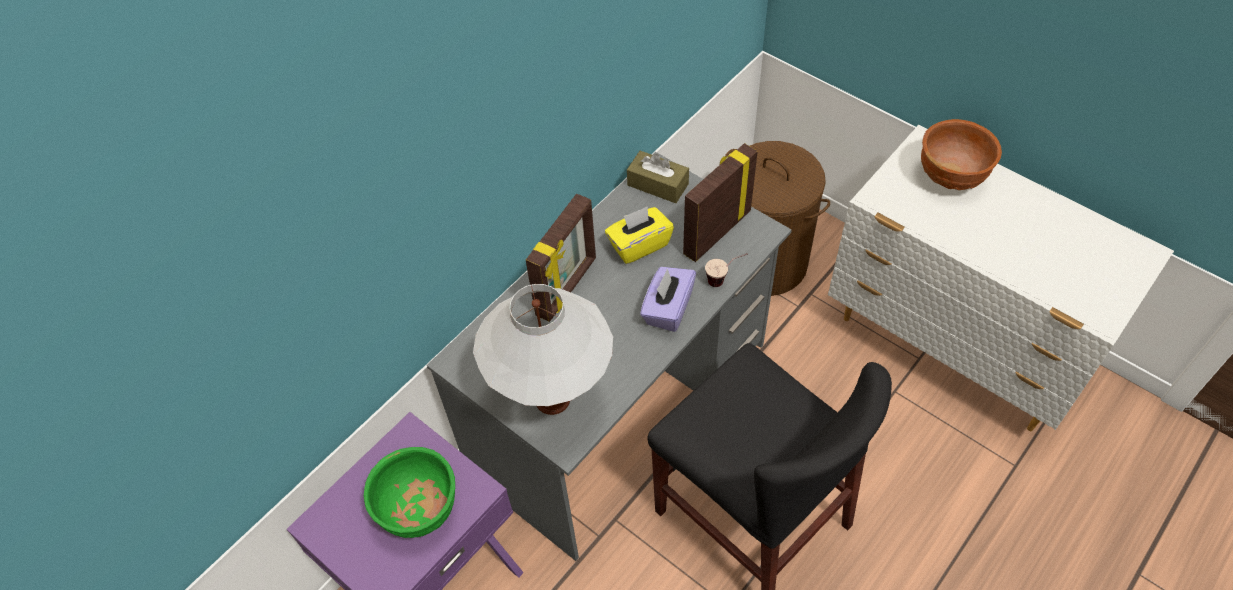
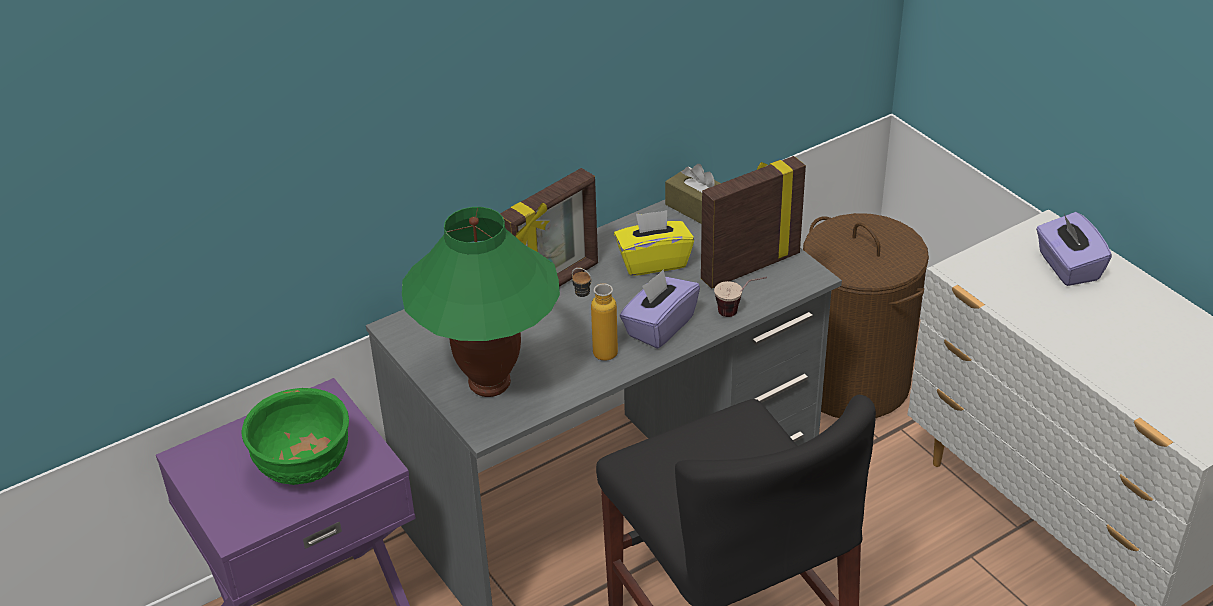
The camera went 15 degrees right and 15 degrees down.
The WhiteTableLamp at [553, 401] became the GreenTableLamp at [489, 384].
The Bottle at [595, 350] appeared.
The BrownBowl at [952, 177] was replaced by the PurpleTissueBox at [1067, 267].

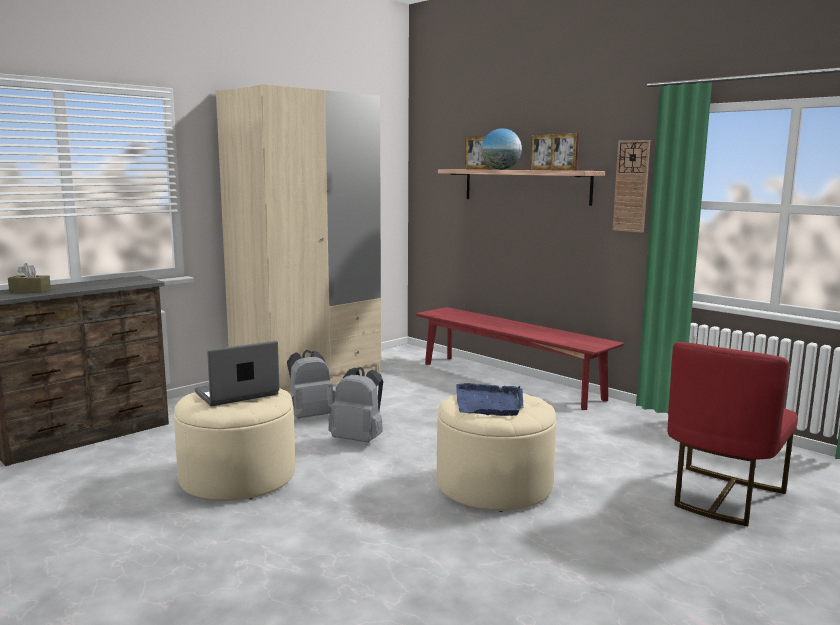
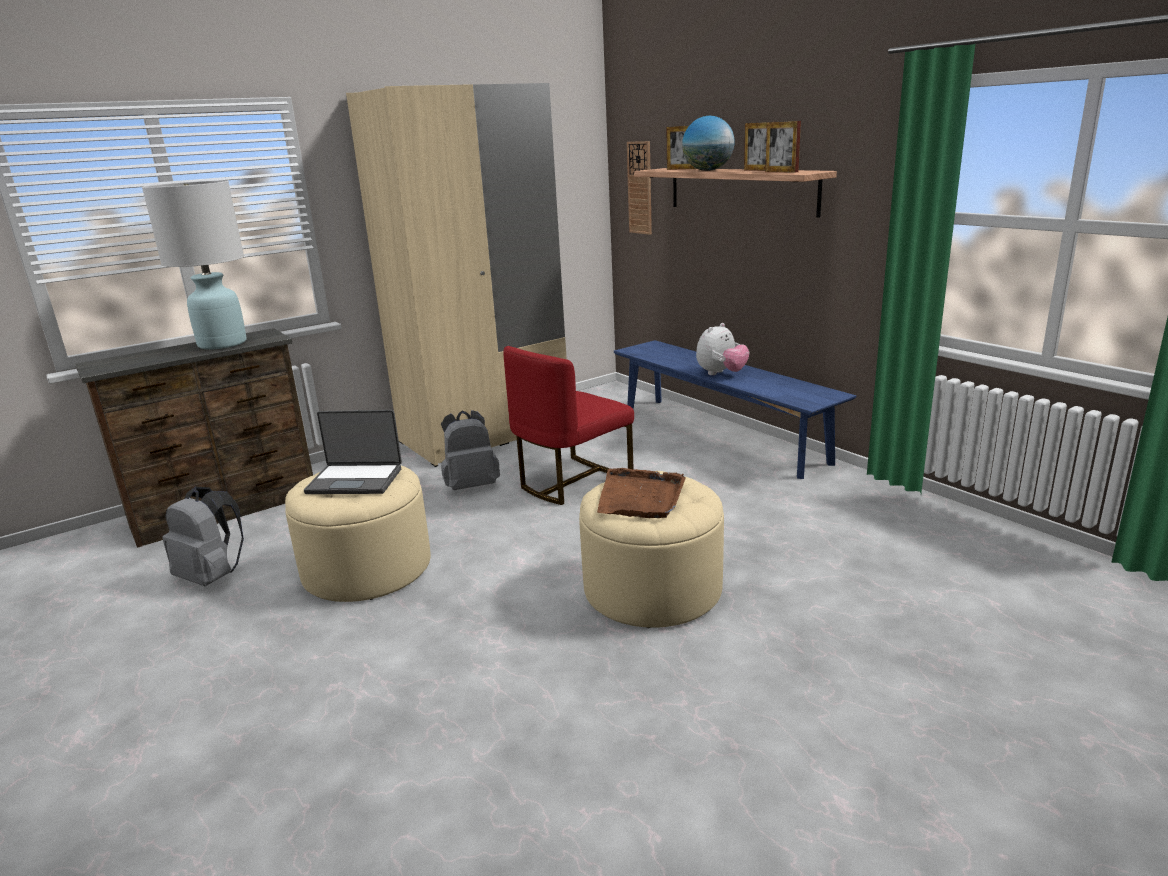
The camera went 10 degrees right and 10 degrees up.
The WhiteTableLamp at [222, 343] appeared.
The GreyBackpack moved from [359, 440] to [212, 577].
The Laptop at [237, 394] turned 150 degrees counterclockwise.
The RedChair moved from [722, 497] to [571, 481].
The BlueTray at [489, 403] became the BrownTray at [640, 497].
The RedBench at [509, 380] became the BlueBench at [720, 434].
The WallClock moved from [631, 186] to [640, 188].
The PlushToy at [721, 374] appeared.
The BrownTissueBox at [30, 290] disappeared.

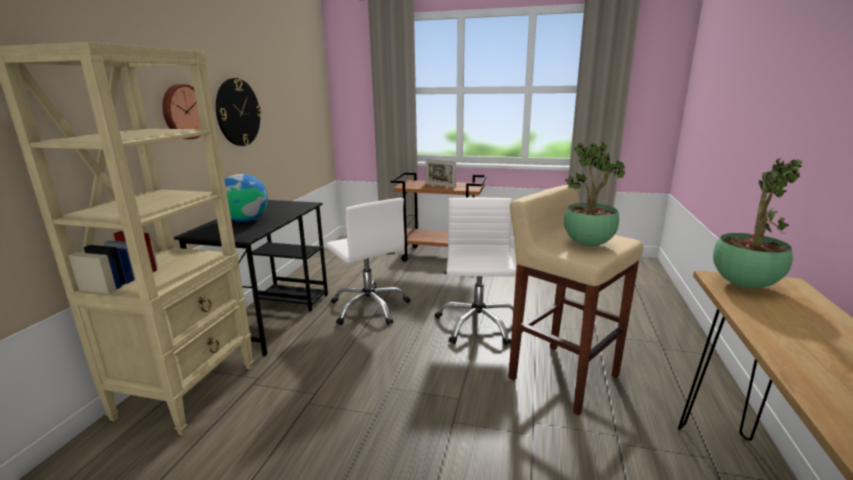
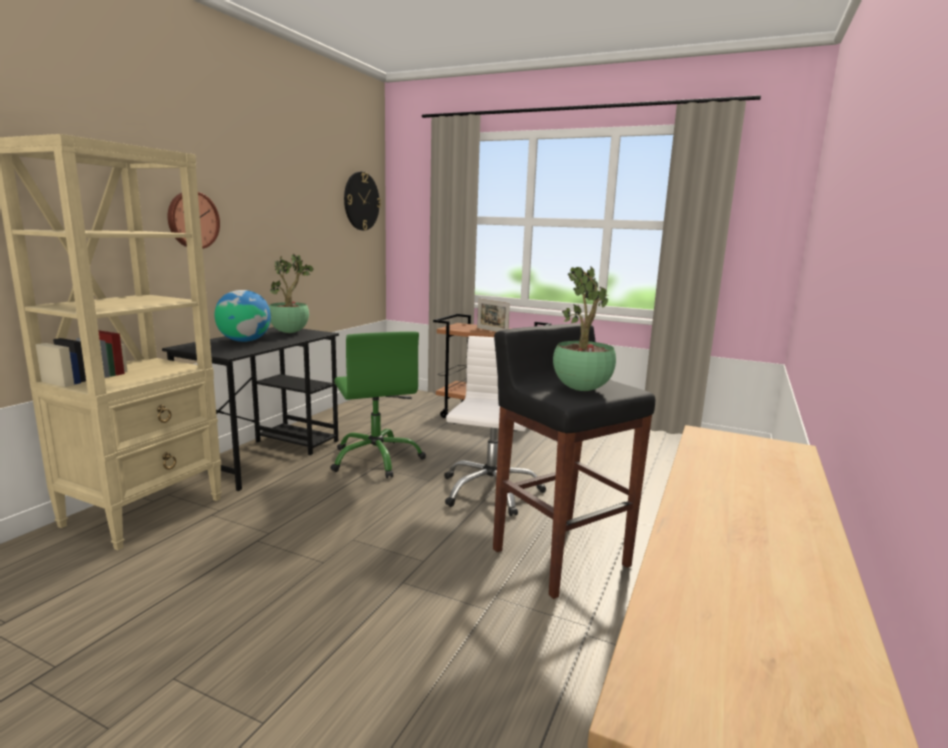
The camera went 10 degrees right and 5 degrees down.
The PottedPlant moved from [743, 284] to [290, 332].
The WhiteOfficeChair at [370, 307] became the GreenOfficeChair at [376, 459].
The WallClock moved from [238, 112] to [361, 201].
The BeigeStool at [562, 376] became the BlackStool at [559, 557].

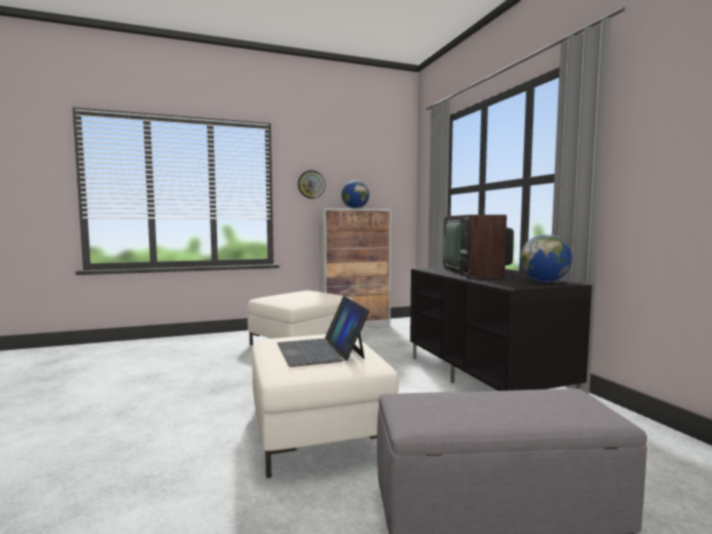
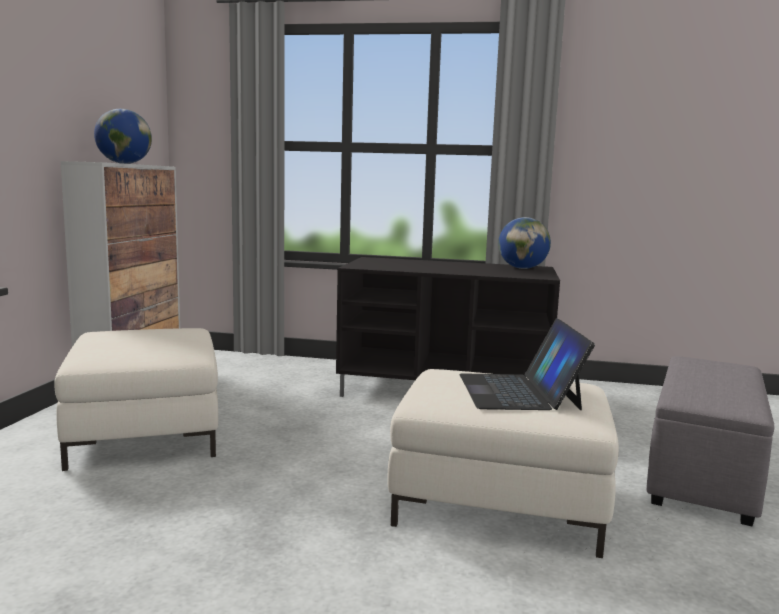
The camera went 60 degrees left and 5 degrees up.
The Laptop at [320, 350] turned 75 degrees clockwise.
The WallClock at [311, 184] disappeared.
The Television at [476, 272] disappeared.

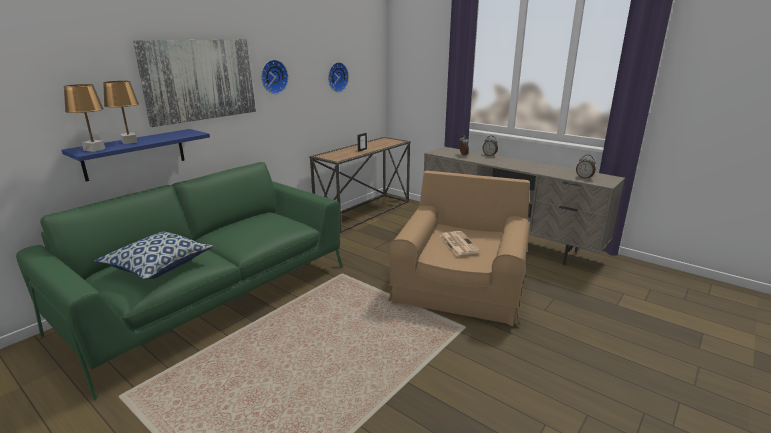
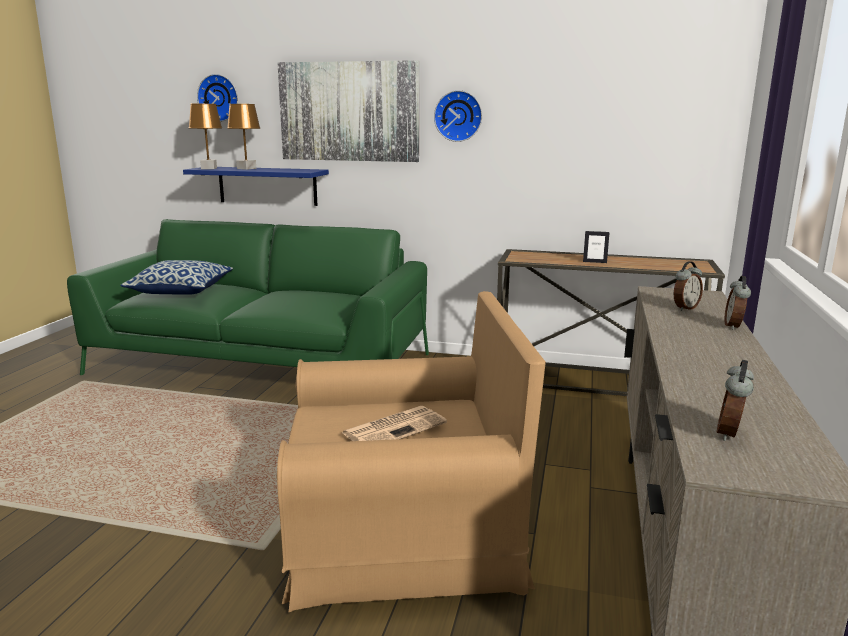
The camera went 65 degrees right and 5 degrees down.
The WallClock moved from [336, 77] to [219, 98].

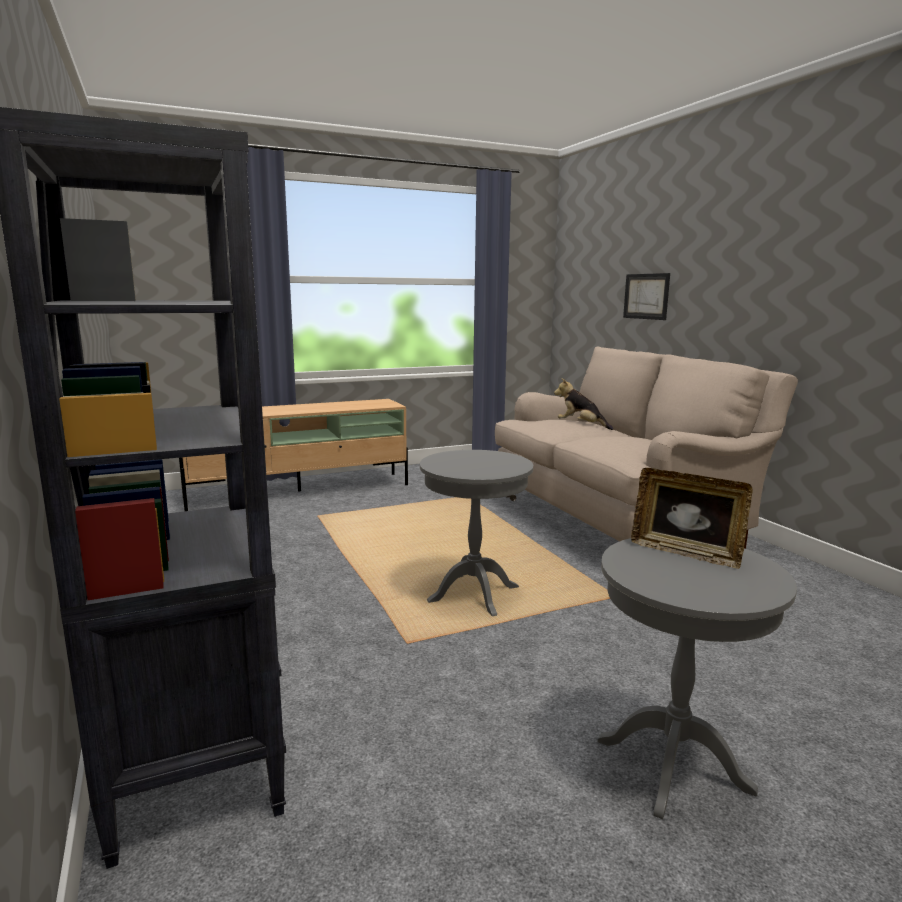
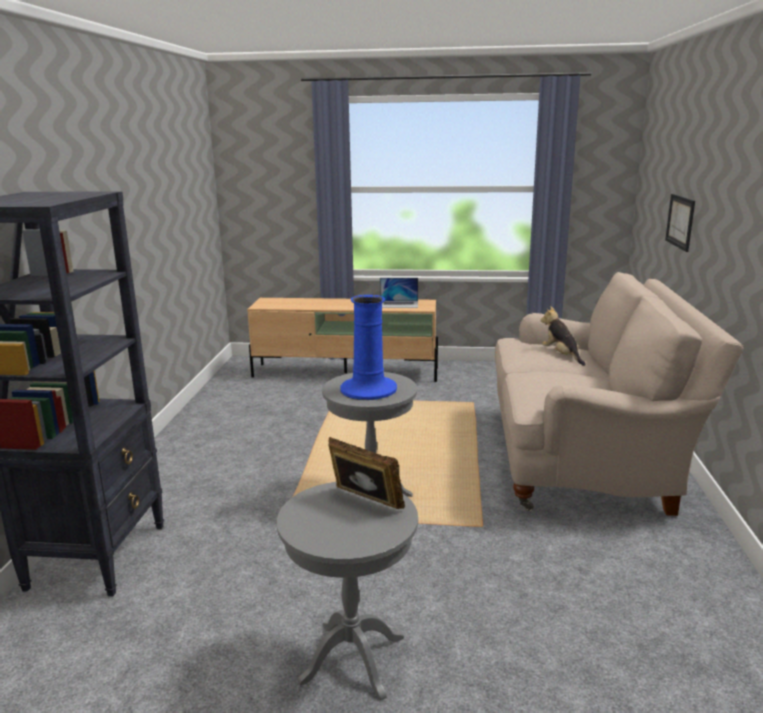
The camera went 30 degrees right and 5 degrees up.
The PictureFrame at [685, 553] turned 150 degrees clockwise.
The BlueVase at [368, 389] appeared.
The Laptop at [398, 304] appeared.

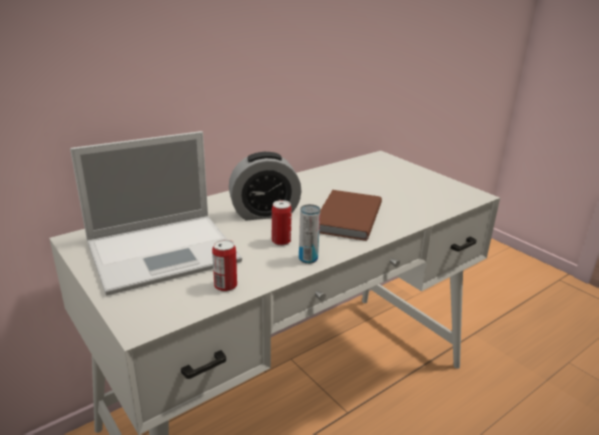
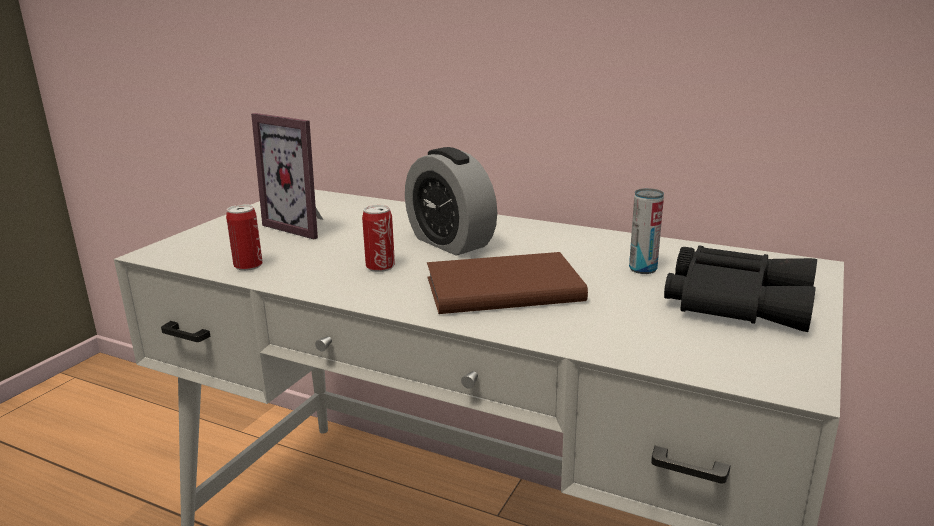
The camera went 65 degrees right and 5 degrees down.
The Laptop at [165, 251] was replaced by the PictureFrame at [304, 226].
The Can moved from [308, 259] to [643, 269].
The BlackBinoculars at [736, 300] appeared.

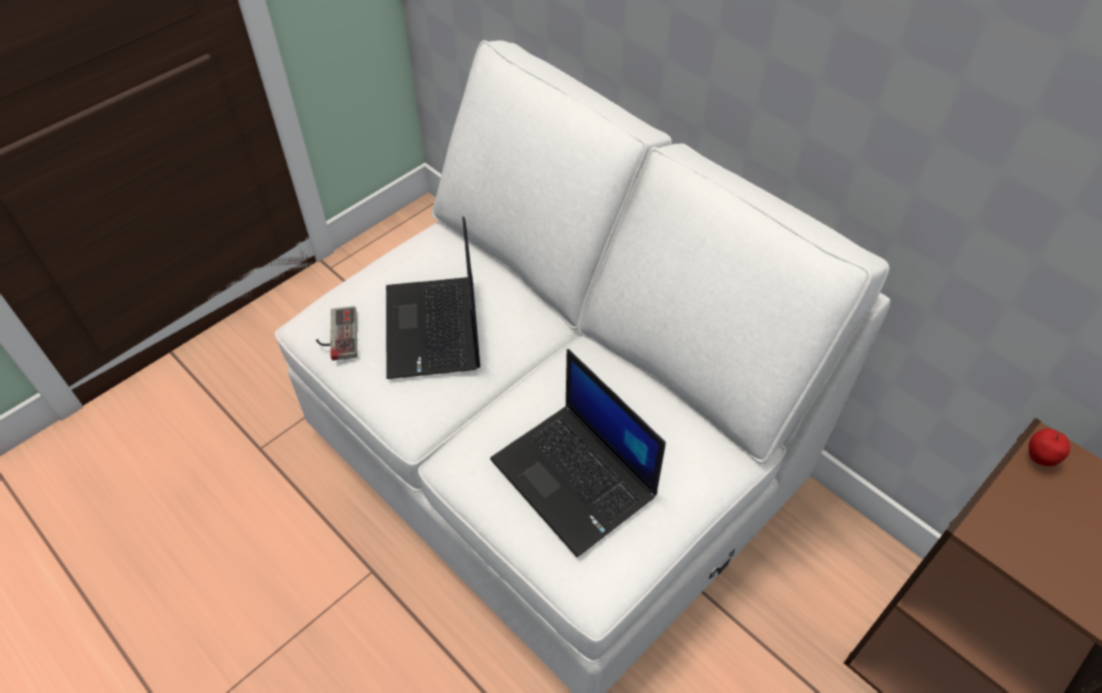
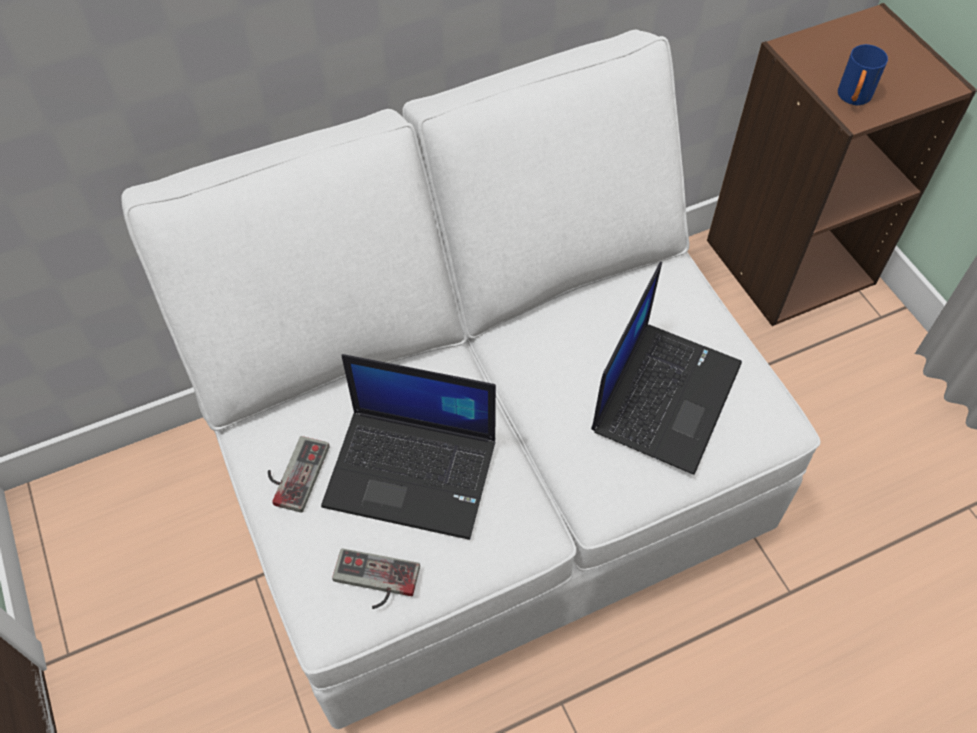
The camera went 70 degrees left and 5 degrees up.
The GameController at [293, 473] appeared.
The Laptop at [576, 478] turned 45 degrees counterclockwise.
The BlueMug at [853, 99] appeared.
The Apple at [1038, 459] disappeared.

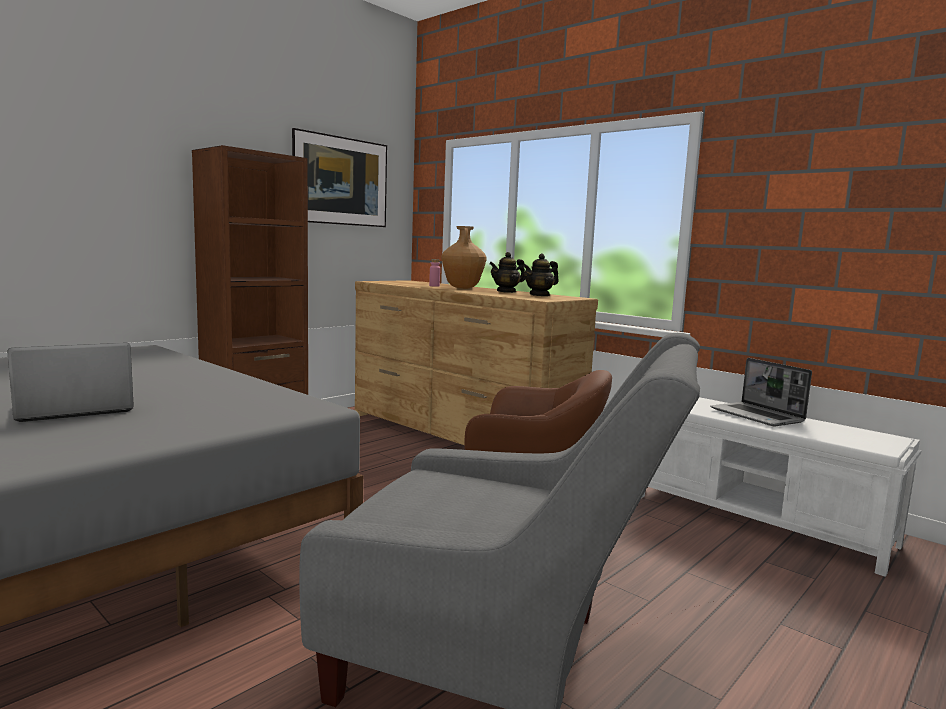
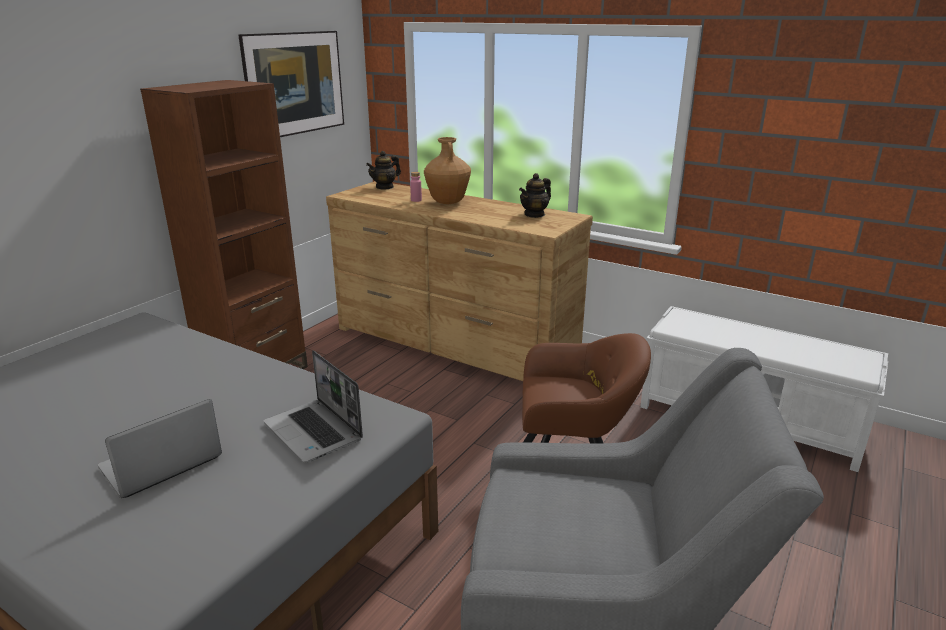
The camera went 10 degrees left and 15 degrees up.
The Laptop moved from [758, 416] to [315, 432].
The Teapot moved from [506, 291] to [385, 187].

